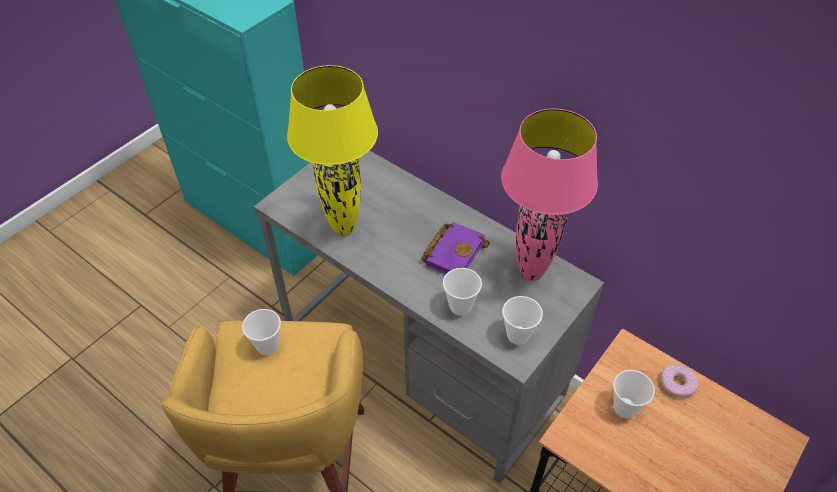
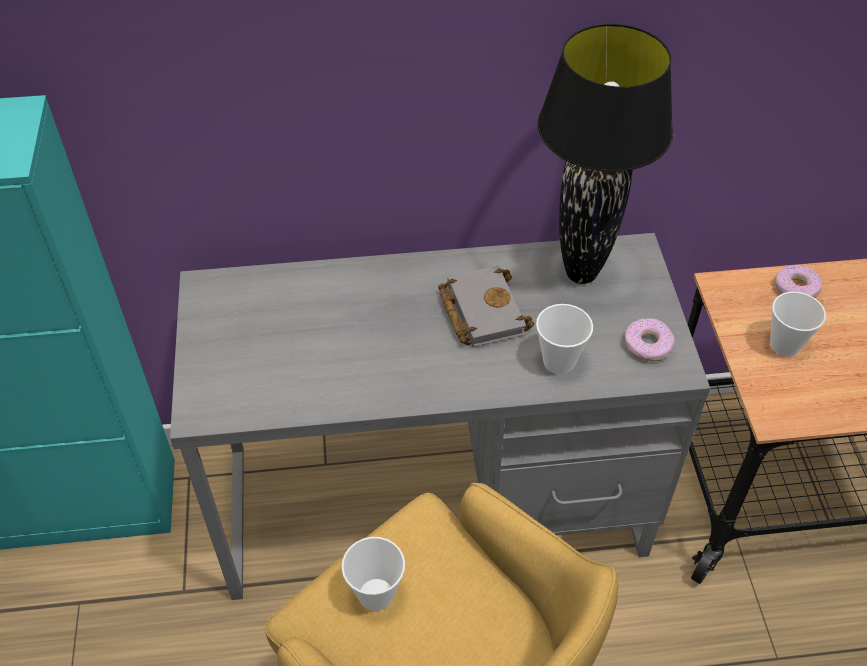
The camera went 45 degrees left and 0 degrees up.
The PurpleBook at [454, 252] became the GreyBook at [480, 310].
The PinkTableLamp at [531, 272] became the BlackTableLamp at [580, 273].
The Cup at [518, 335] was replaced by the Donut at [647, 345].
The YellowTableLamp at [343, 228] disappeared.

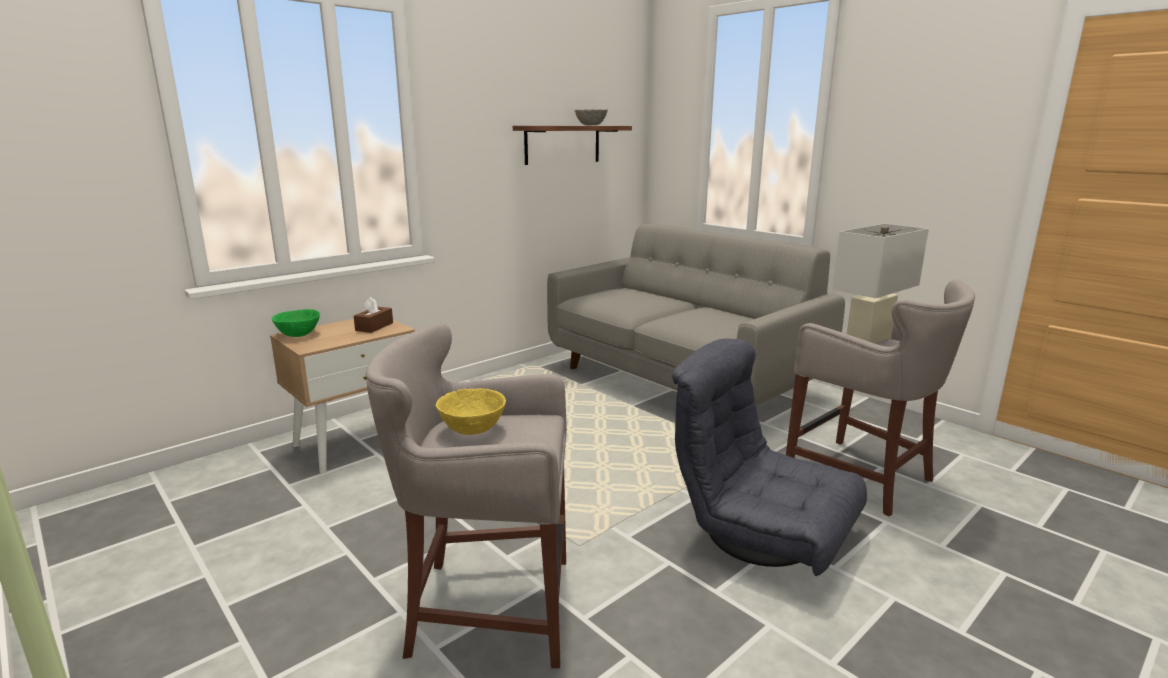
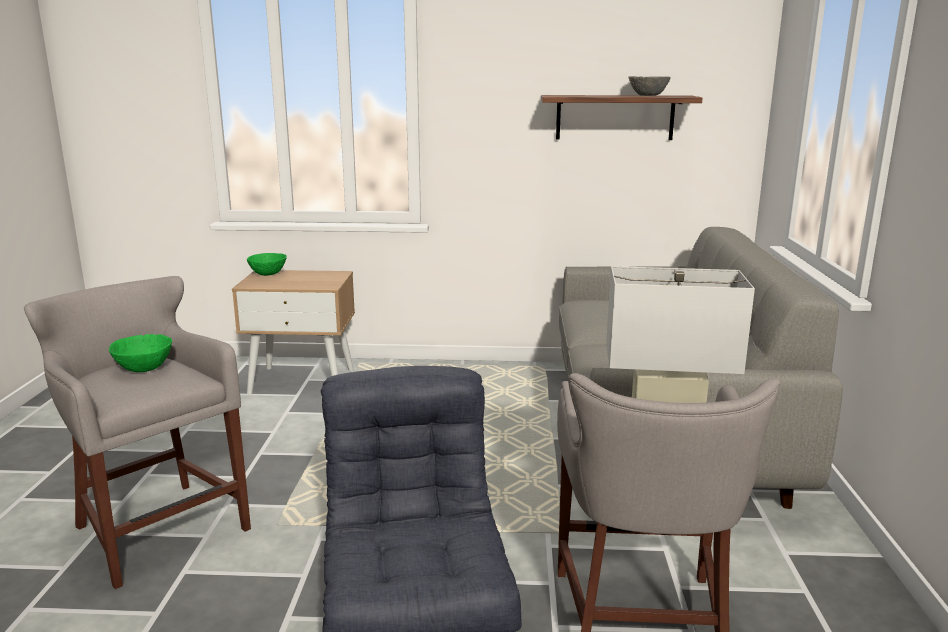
The camera went 45 degrees right and 0 degrees up.
The YellowBowl at [473, 429] became the GreenBowl at [144, 368].
The BrownTissueBox at [374, 326] disappeared.

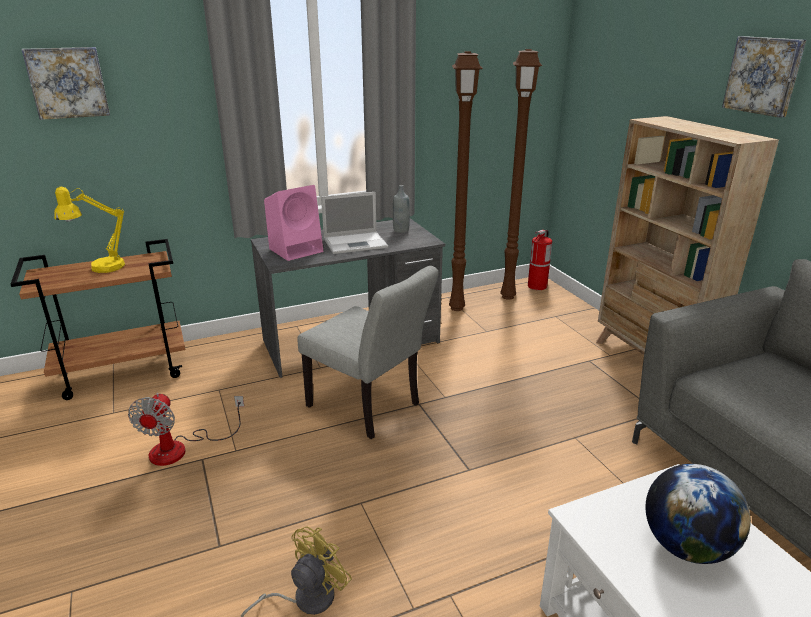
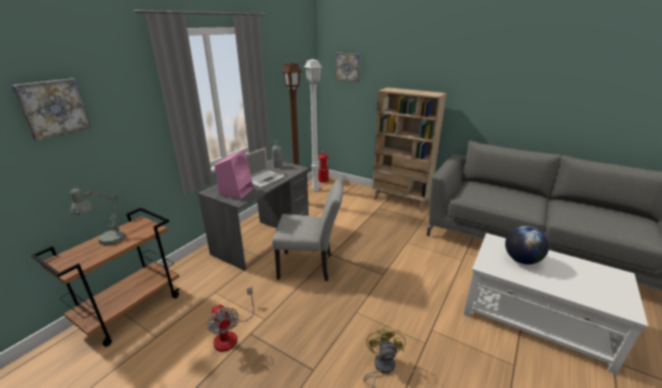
The camera went 35 degrees left and 0 degrees up.
The YellowTableLamp at [100, 268] became the GreyTableLamp at [108, 241].
The BrownFloorLamp at [508, 296] became the WhiteFloorLamp at [315, 189].
The Picture moved from [764, 75] to [348, 67].

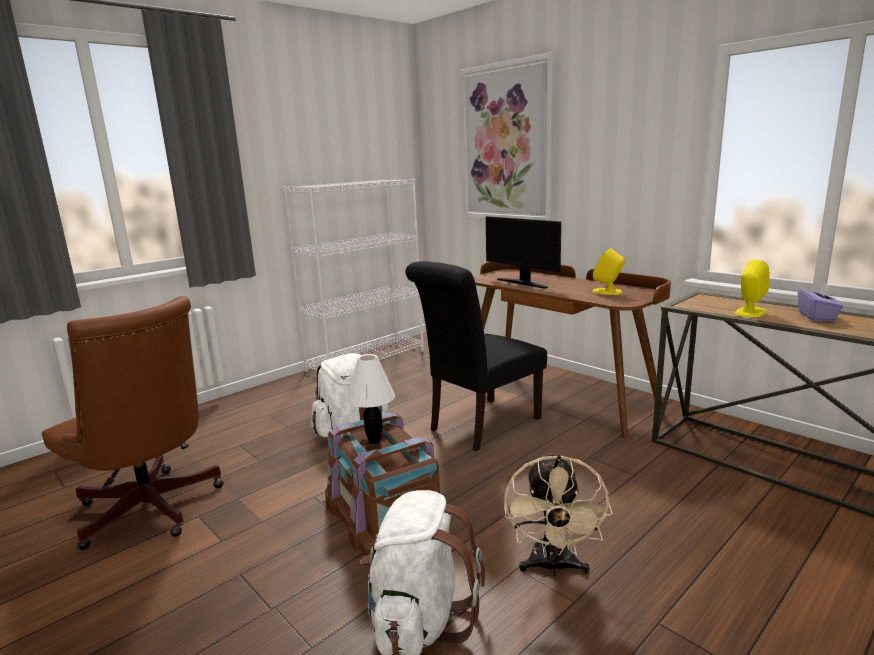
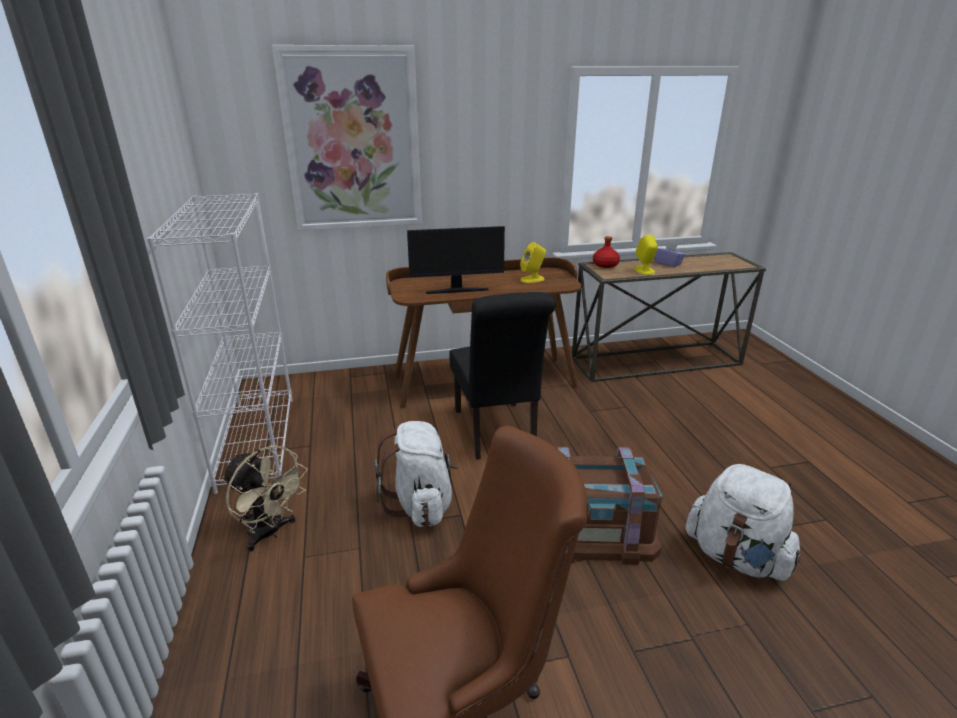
The camera went 60 degrees left and 10 degrees up.
The BeigeFan moved from [553, 567] to [270, 533].
The RedBottle at [605, 265] appeared.
The WhiteTableLamp at [374, 441] disappeared.

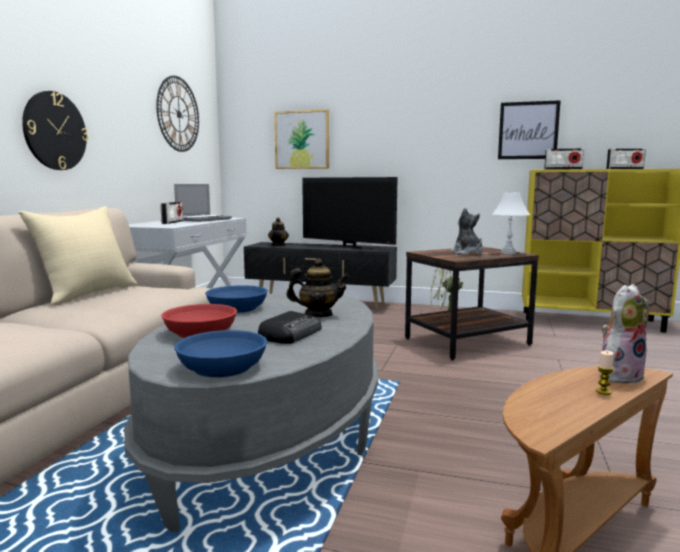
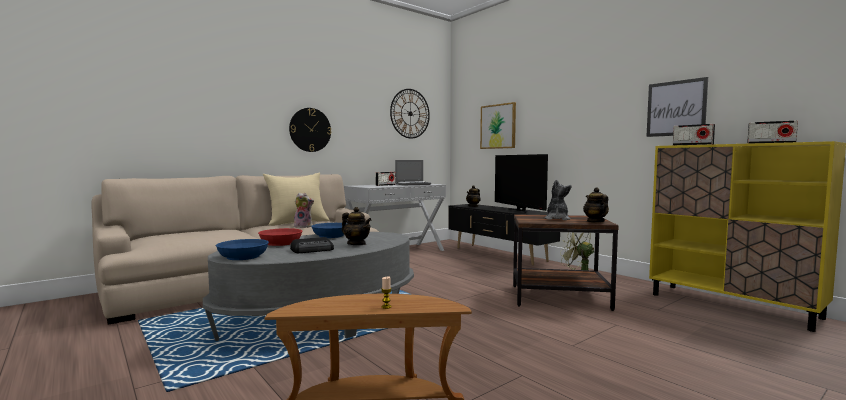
The camera went 35 degrees right and 5 degrees down.
The PlushToy moved from [619, 375] to [304, 226].
The WhiteTableLamp at [508, 253] was replaced by the Teapot at [595, 221].

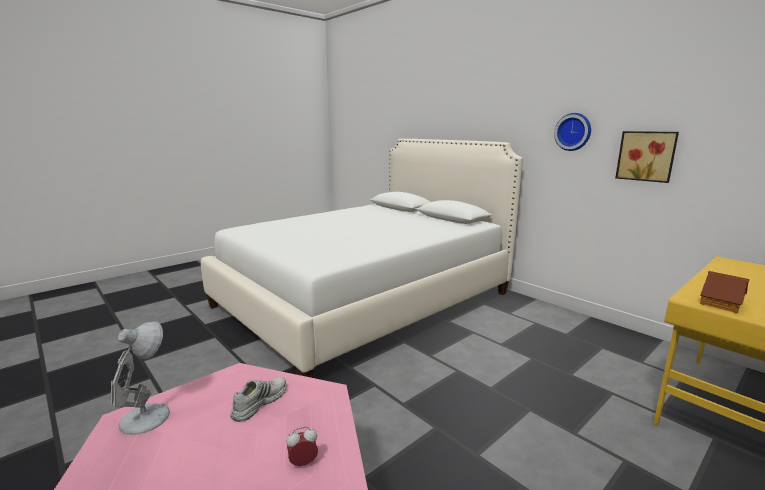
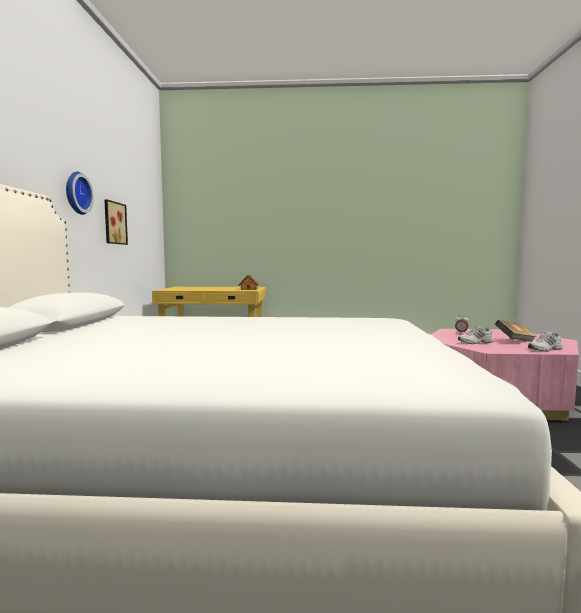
The camera went 135 degrees left and 10 degrees down.
The Book at [514, 341] appeared.
The WhiteTableLamp at [147, 416] was replaced by the WhiteShoe at [545, 349].

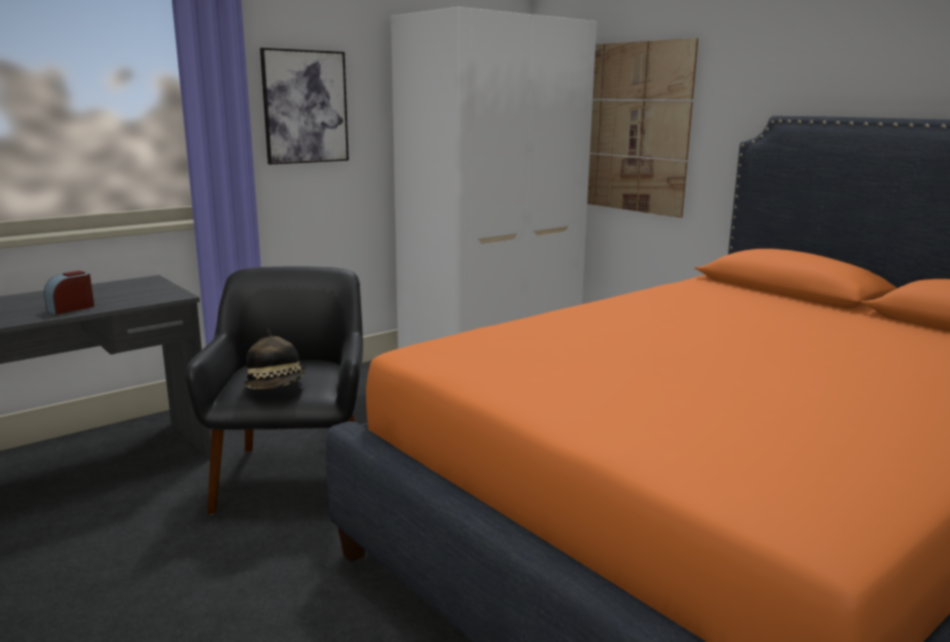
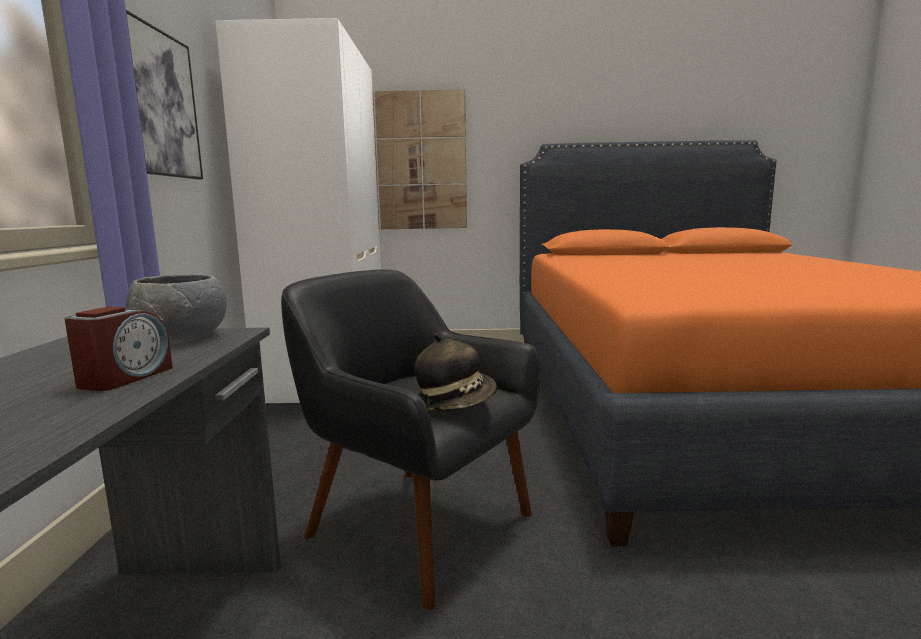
The camera went 50 degrees left and 5 degrees down.
The AlarmClock at [71, 308] turned 150 degrees counterclockwise.
The GreyBowl at [182, 337] appeared.

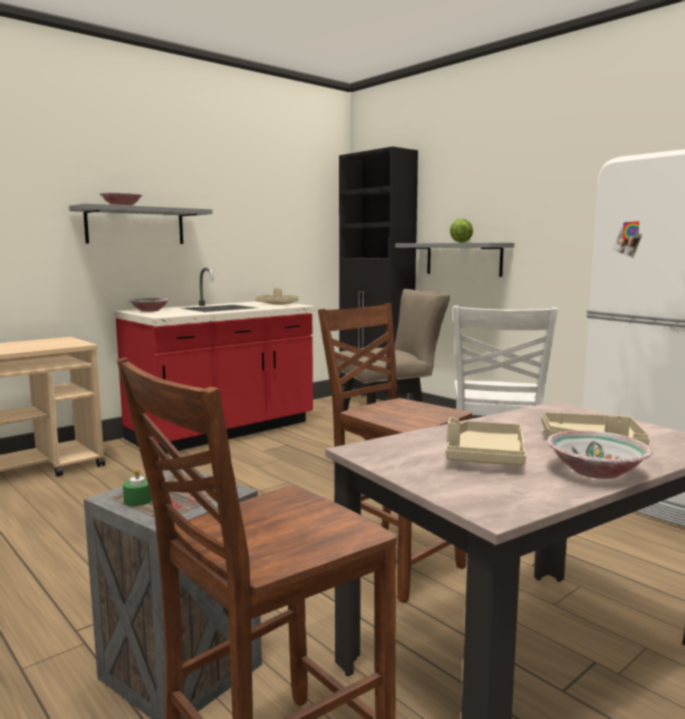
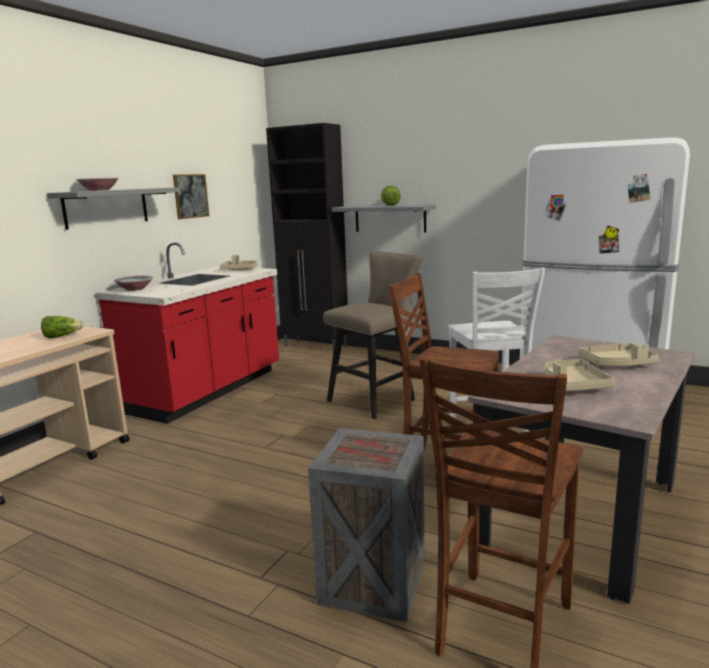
The camera went 20 degrees left and 5 degrees up.
The Lettuce at [62, 336] appeared.
The Picture at [190, 196] appeared.
The GreenCandle at [138, 500] disappeared.
The Bowl at [596, 471] disappeared.

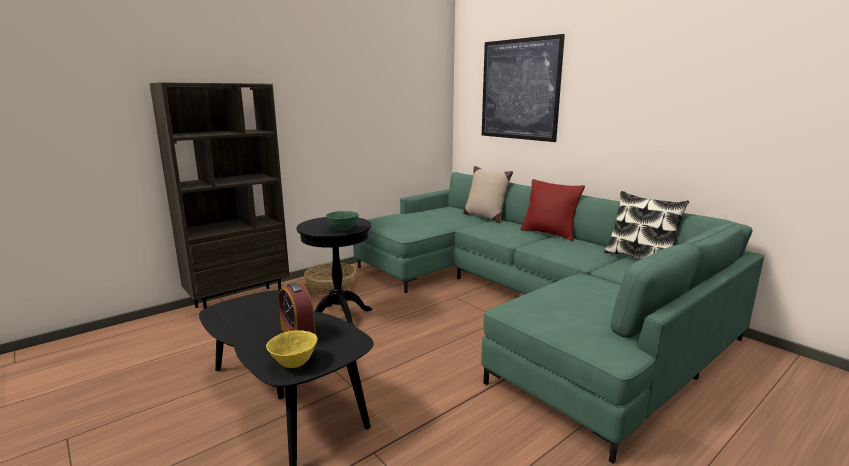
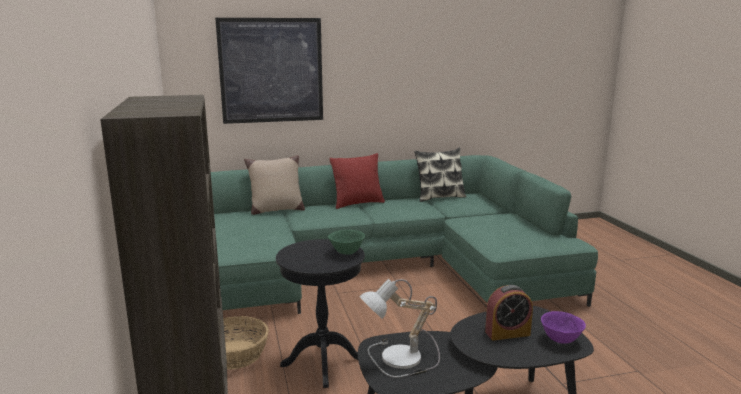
The camera went 65 degrees left and 0 degrees up.
The TableLamp at [400, 360] appeared.
The YellowBowl at [293, 363] became the PurpleBowl at [561, 340].

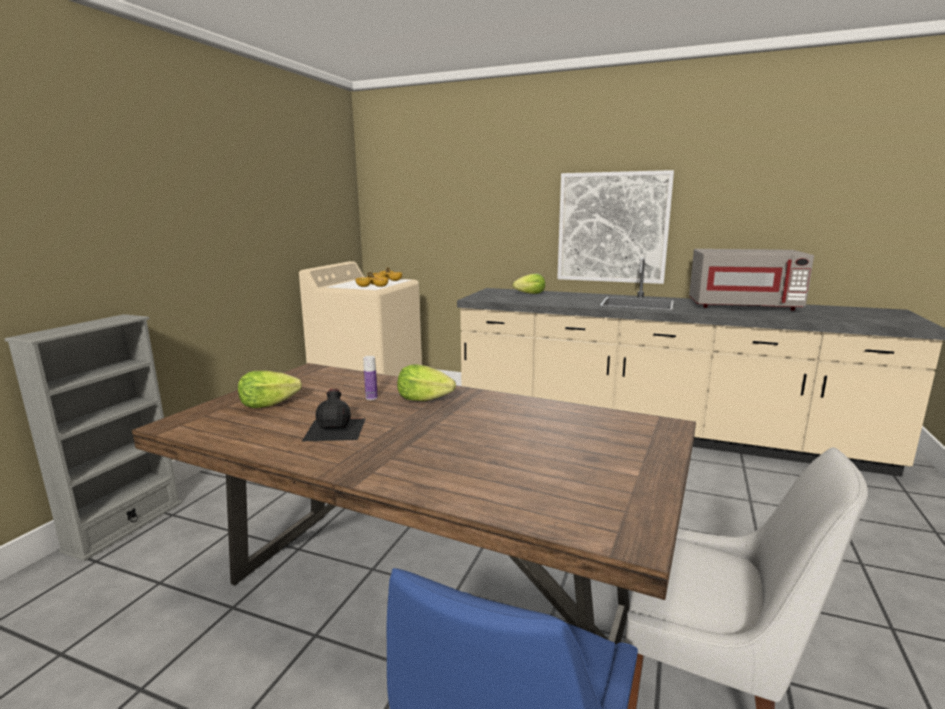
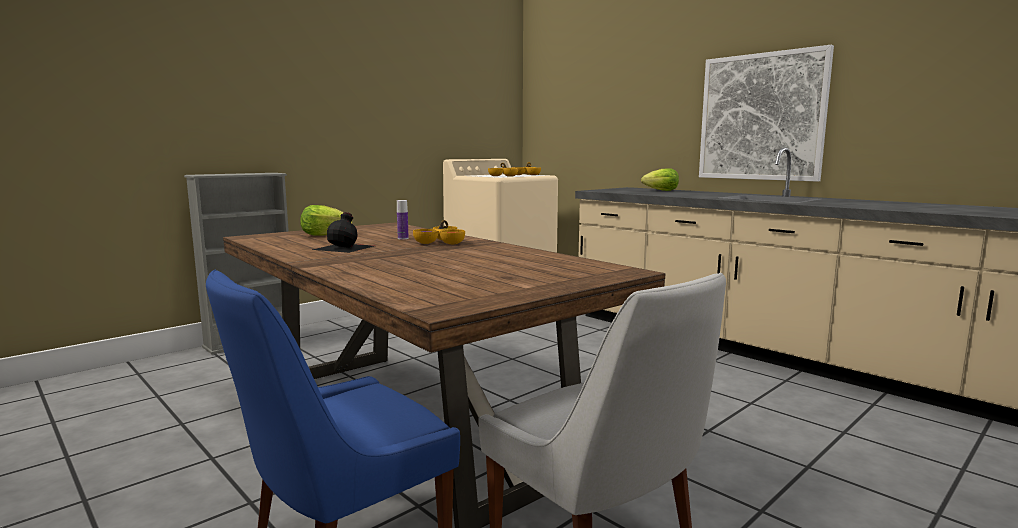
The camera went 25 degrees right and 5 degrees down.
The Lettuce at [423, 399] was replaced by the Bowl at [441, 242].
The GreyMicrowave at [743, 306] disappeared.

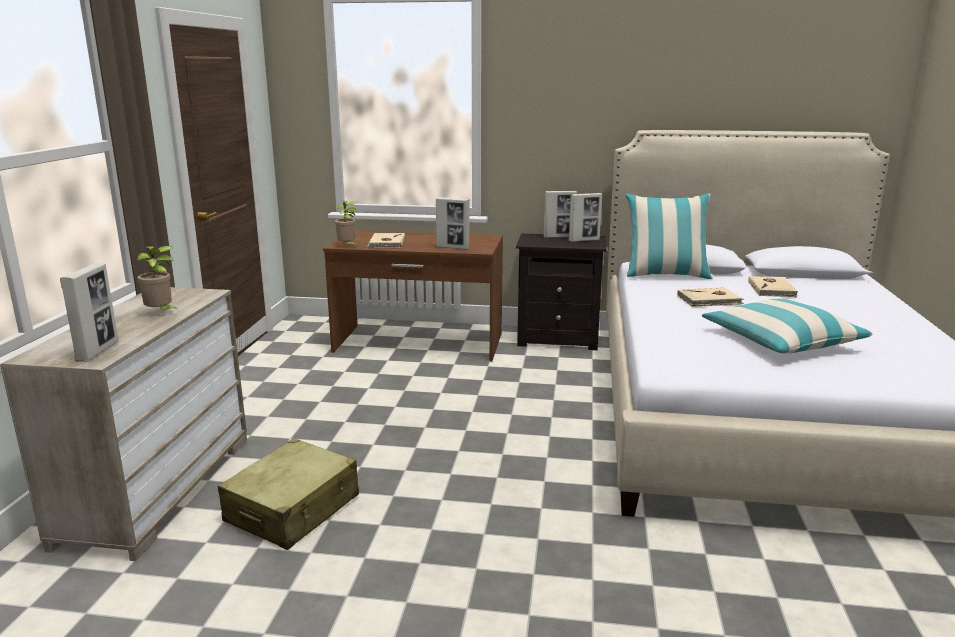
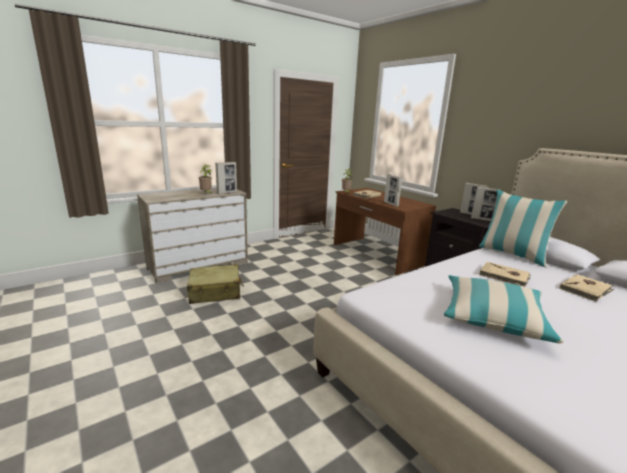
The camera went 45 degrees right and 0 degrees up.
The PictureFrame moved from [98, 351] to [227, 193].

